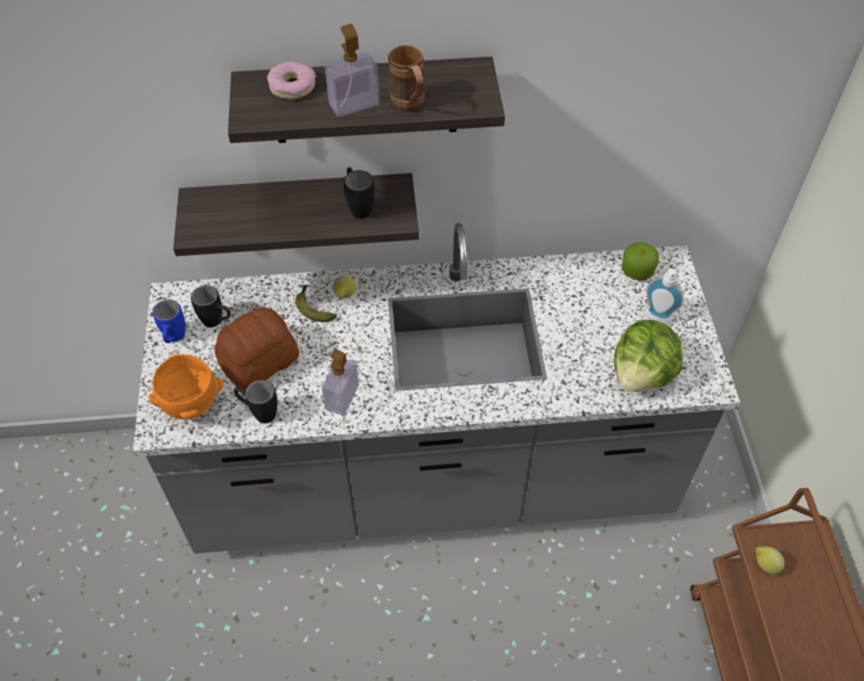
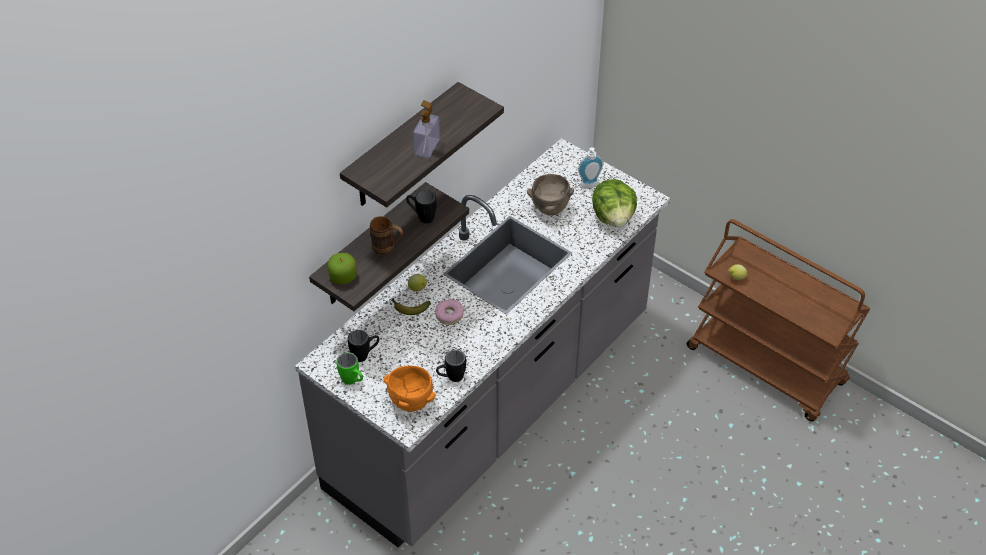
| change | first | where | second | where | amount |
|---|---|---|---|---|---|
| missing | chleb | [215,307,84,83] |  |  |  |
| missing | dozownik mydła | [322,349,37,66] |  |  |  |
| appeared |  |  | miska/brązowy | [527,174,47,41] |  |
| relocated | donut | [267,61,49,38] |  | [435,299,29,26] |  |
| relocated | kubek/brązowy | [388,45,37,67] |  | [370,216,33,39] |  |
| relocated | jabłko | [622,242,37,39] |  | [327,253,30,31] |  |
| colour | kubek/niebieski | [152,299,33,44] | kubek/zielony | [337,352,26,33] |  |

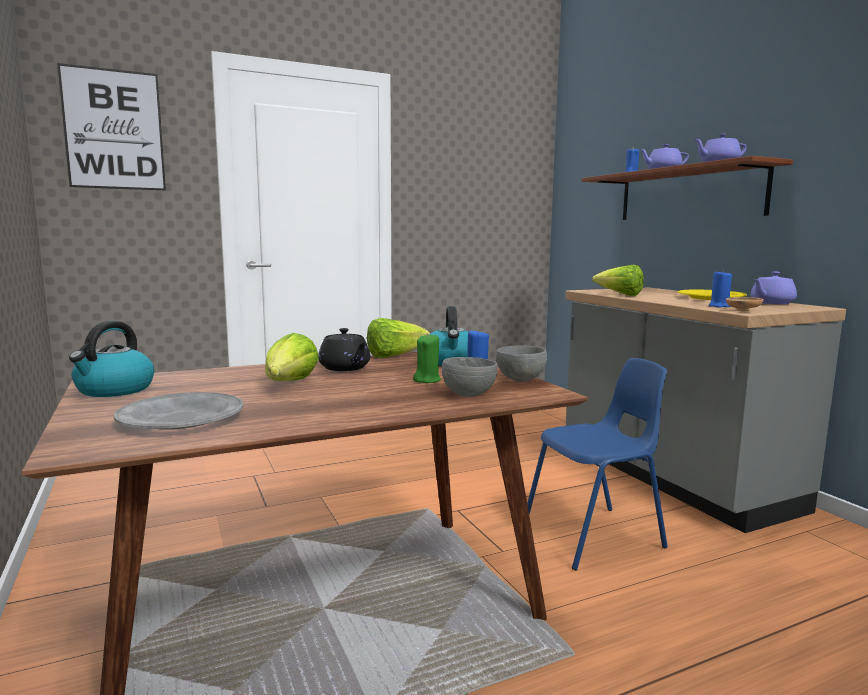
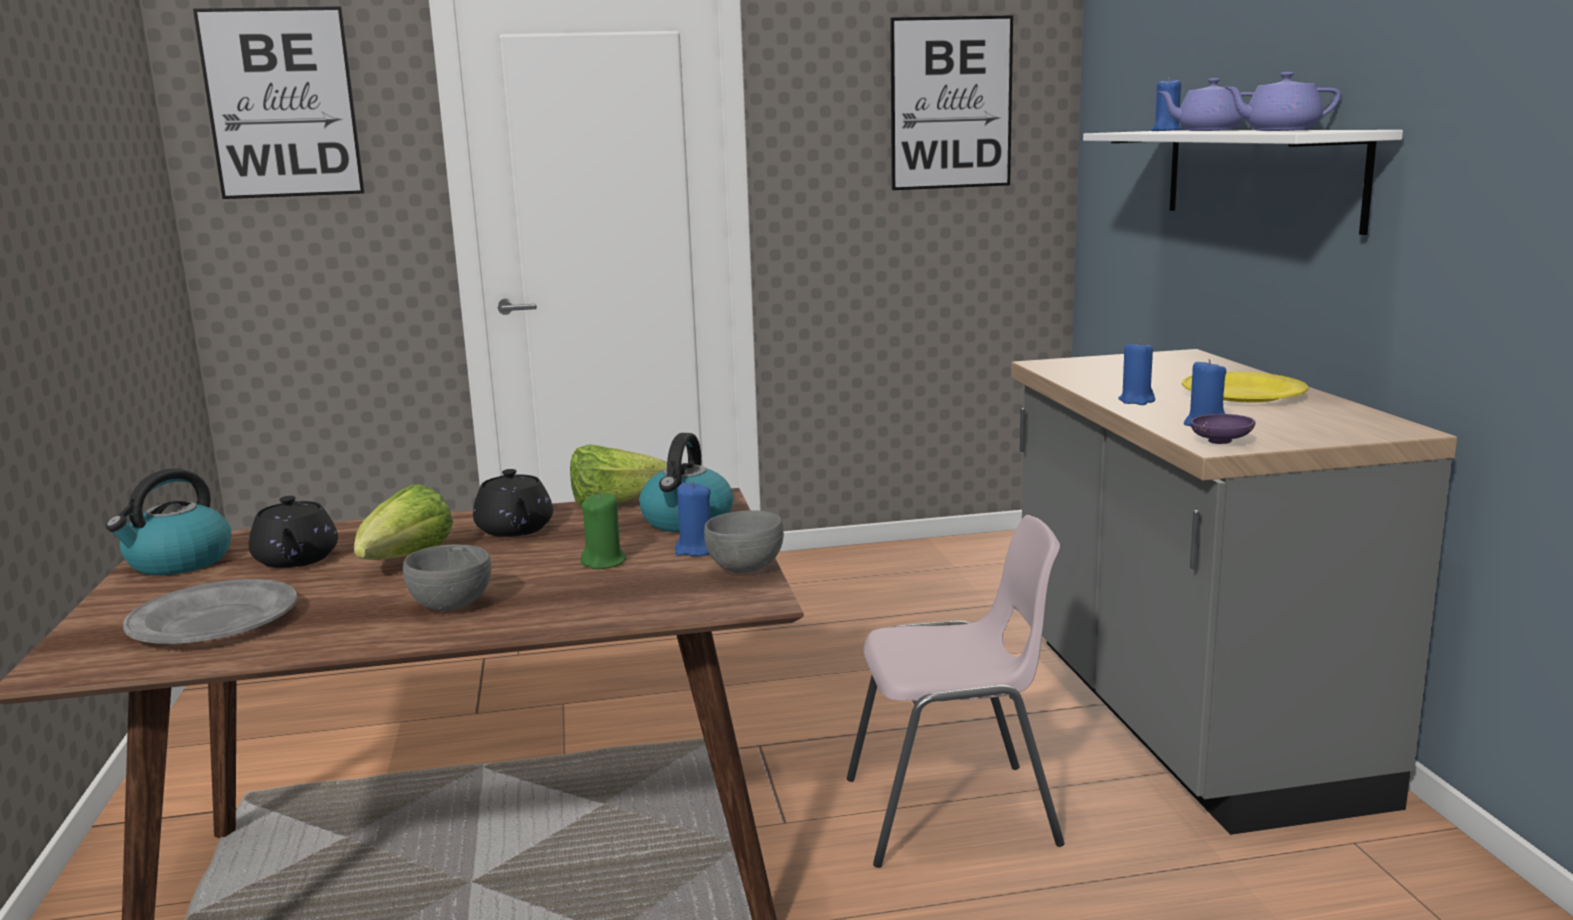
| change | first | where | second | where | amount |
|---|---|---|---|---|---|
| missing | sałata | [592,265,52,31] |  |  |  |
| missing | imbryk/fioletowy | [751,272,46,32] |  |  |  |
| appeared |  |  | imbryk/czarny | [249,496,89,72] |  |
| appeared |  |  | obraz | [890,15,123,175] |  |
| appeared |  |  | świeca/niebieski | [1118,340,37,65] |  |
| relocated | miska/szary | [442,357,56,40] |  | [403,545,88,66] |  |
| colour | krzesło/niebieski | [527,358,141,212] | krzesło/różowy | [847,515,217,353] |  |
| colour | półka/brązowy | [581,156,212,64] | półka/biały | [1083,130,320,105] |  |
| colour | miska/brązowy | [726,297,38,14] | miska/fioletowy | [1190,414,65,30] |  |

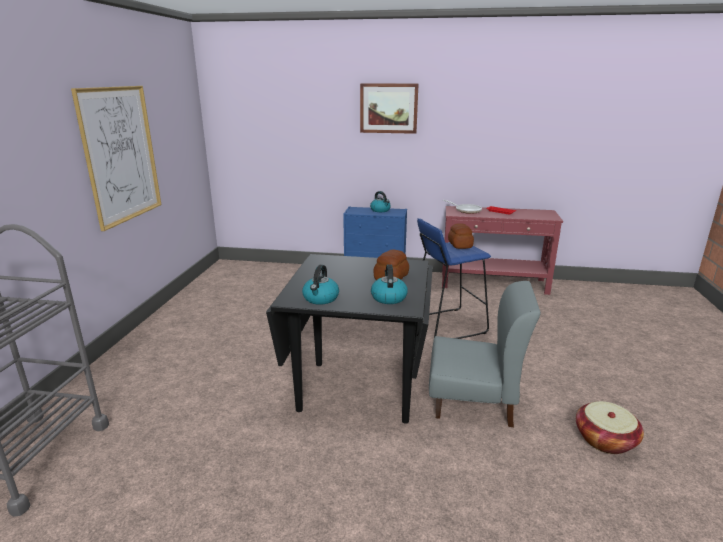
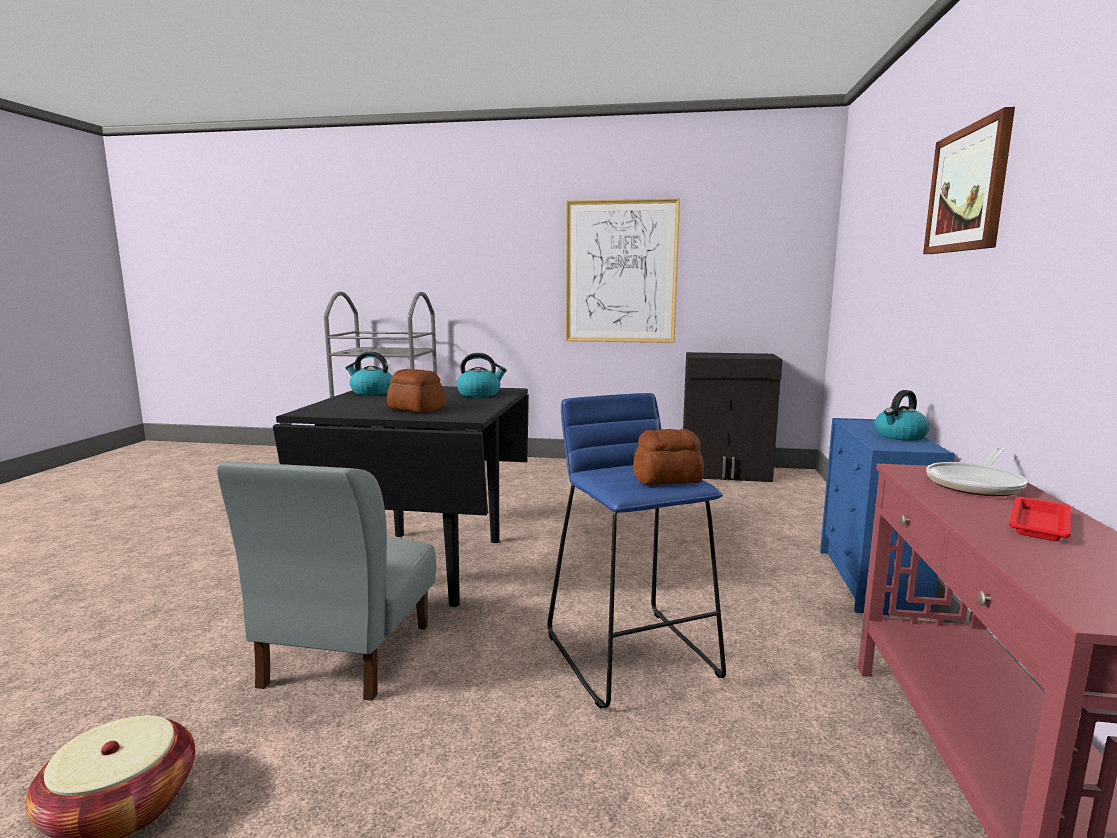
| change | first | where | second | where | amount |
|---|---|---|---|---|---|
| appeared |  |  | szafka/czarny | [683,352,100,130] |  |
| relocated | czajnik | [371,264,37,40] |  | [457,353,50,44] |  |

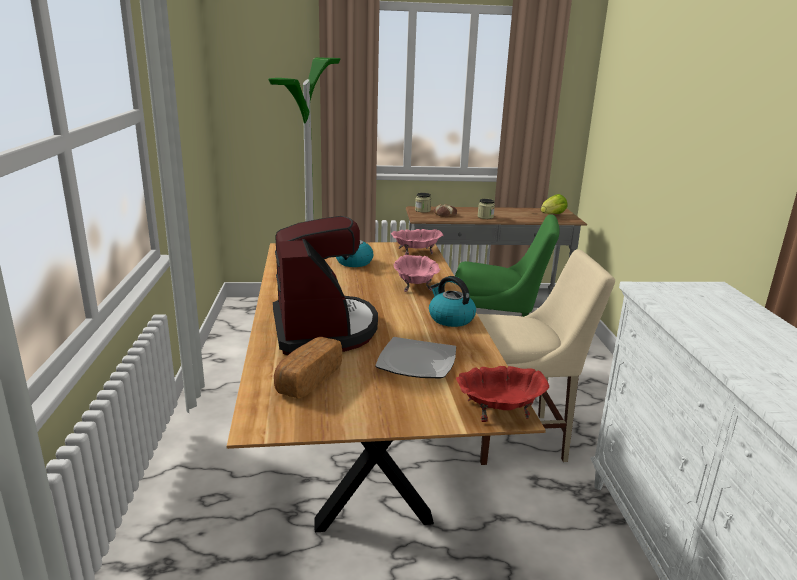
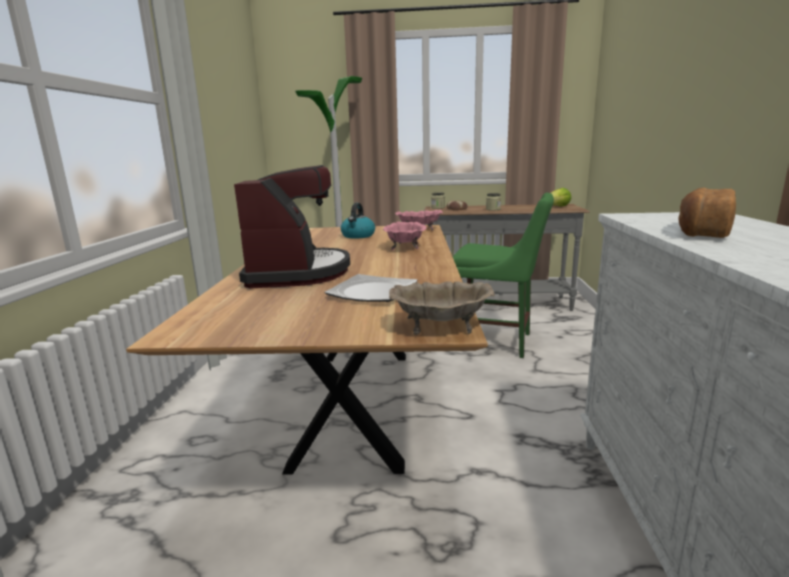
| change | first | where | second | where | amount |
|---|---|---|---|---|---|
| missing | czajnik | [429,276,47,51] |  |  |  |
| missing | krzesło/beżowy | [477,250,138,215] |  |  |  |
| relocated | chleb | [274,337,68,62] |  | [678,188,58,50] |  |
| colour | miska/czerwony | [456,366,93,56] | miska/beżowy | [389,282,106,53] |  |

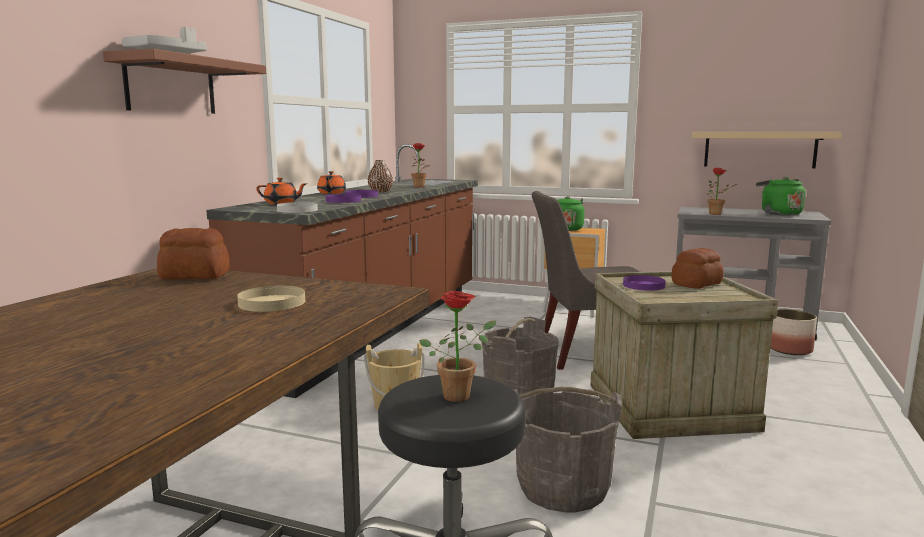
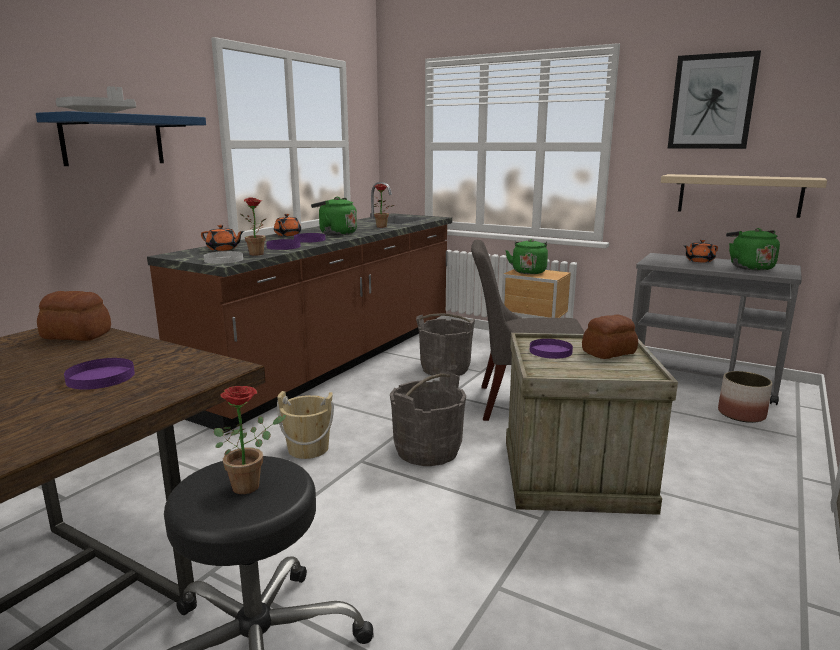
| change | first | where | second | where | amount |
|---|---|---|---|---|---|
| appeared |  |  | obraz | [668,50,93,99] |  |
| appeared |  |  | imbryk/pomarańczowy | [684,240,34,23] |  |
| relocated | wiadro/szary | [513,387,109,126] |  | [416,313,59,63] |  |
| relocated | roślina doniczkowa | [707,168,30,47] |  | [239,198,27,57] |  |
| exchanged | wazon/brązowy | [368,160,25,32] | czajnik/zielony | [311,197,46,38] |  |
| colour | półka/brązowy | [103,49,163,65] | półka/niebieski | [36,111,170,55] |  |
| colour | talerz/beżowy | [237,286,68,26] | talerz/fioletowy | [64,358,71,32] |  |

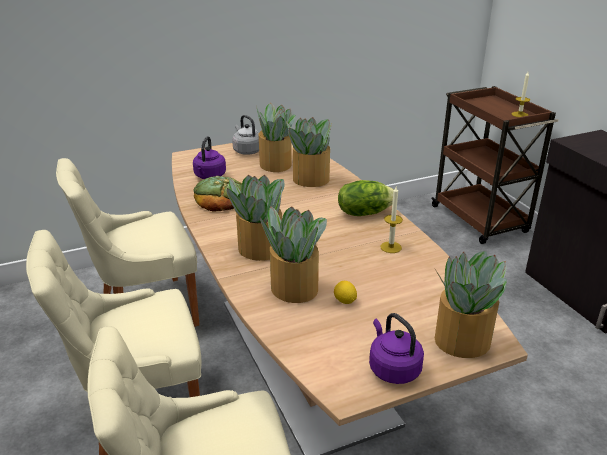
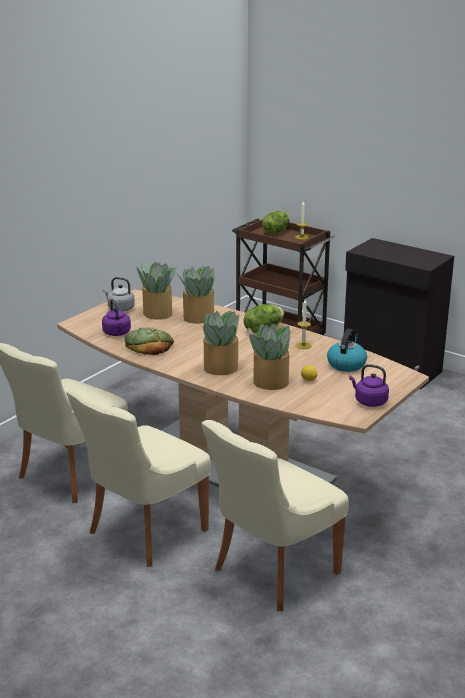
| change | first | where | second | where | amount |
|---|---|---|---|---|---|
| missing | roślina doniczkowa | [435,251,72,107] |  |  |  |
| appeared |  |  | sałata | [262,211,28,23] |  |
| appeared |  |  | czajnik | [327,329,40,43] |  |

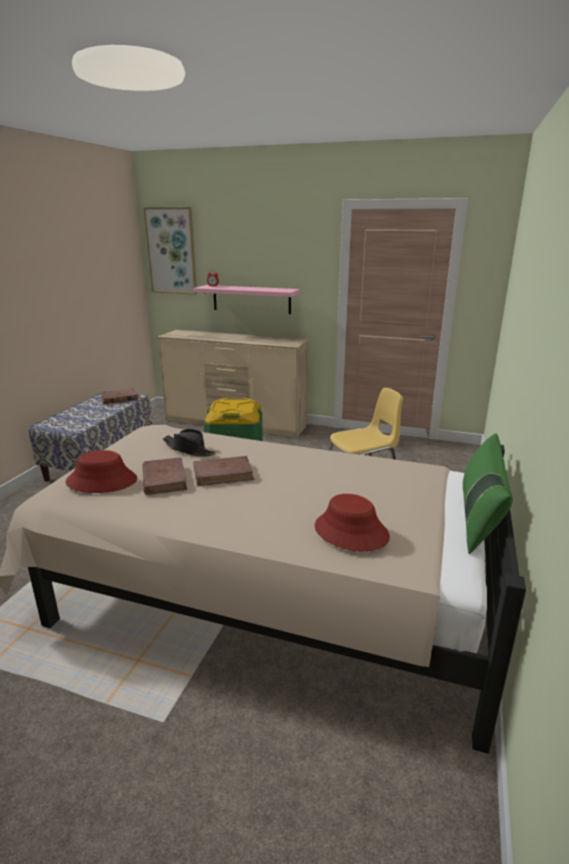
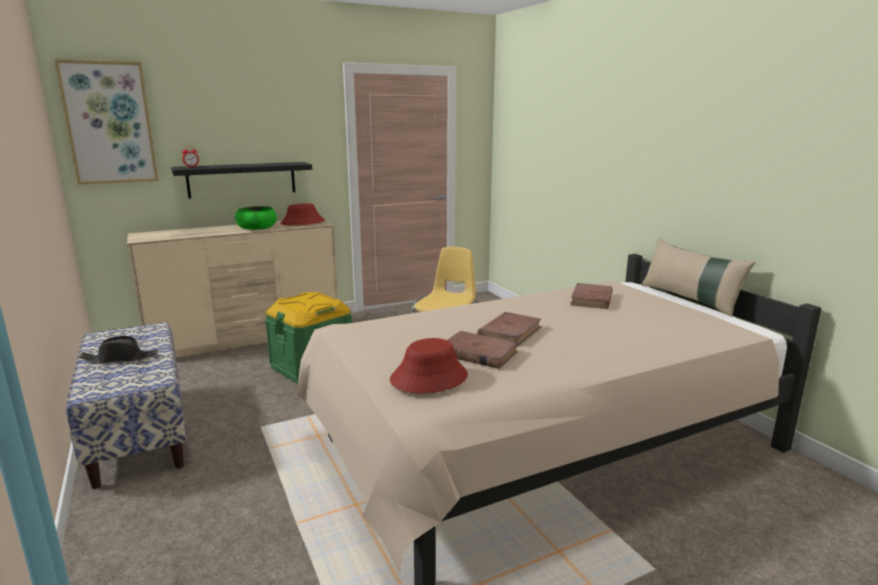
| change | first | where | second | where | amount |
|---|---|---|---|---|---|
| appeared |  |  | miska/zielony | [235,206,42,24] |  |
| relocated | książka/brązowy | [100,388,38,16] |  | [570,283,43,26] |  |
| relocated | kapelusz/czarny | [163,429,53,28] |  | [79,336,79,28] |  |
| relocated | kapelusz/czerwony | [315,494,75,57] |  | [280,203,45,22] |  |
| colour | półka/różowy | [193,285,107,29] | półka/czarny | [171,162,141,37] |  |
| colour | poduszka/zielony | [463,433,50,121] | poduszka/beżowy | [642,238,114,79] |  |

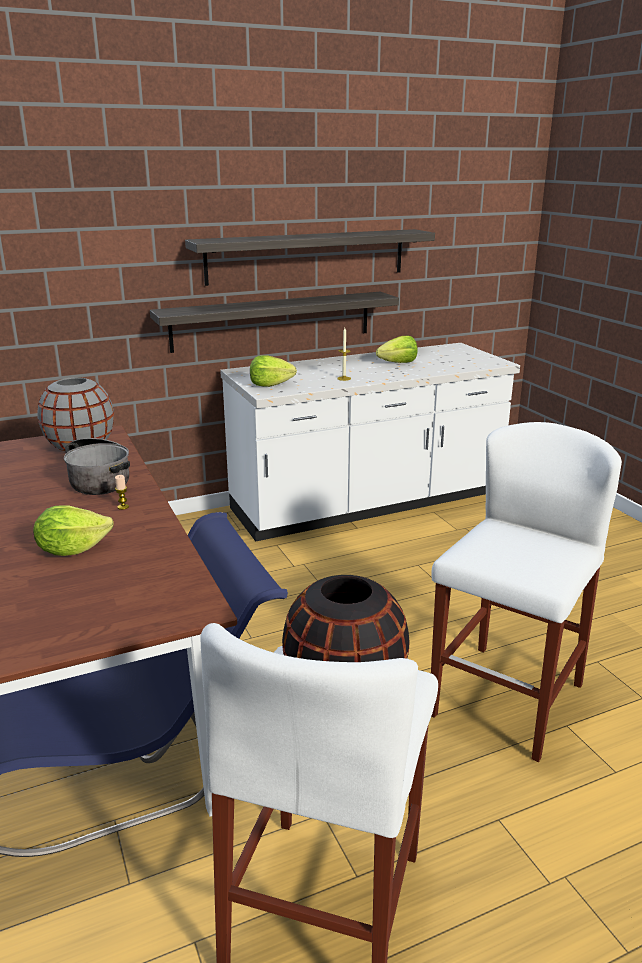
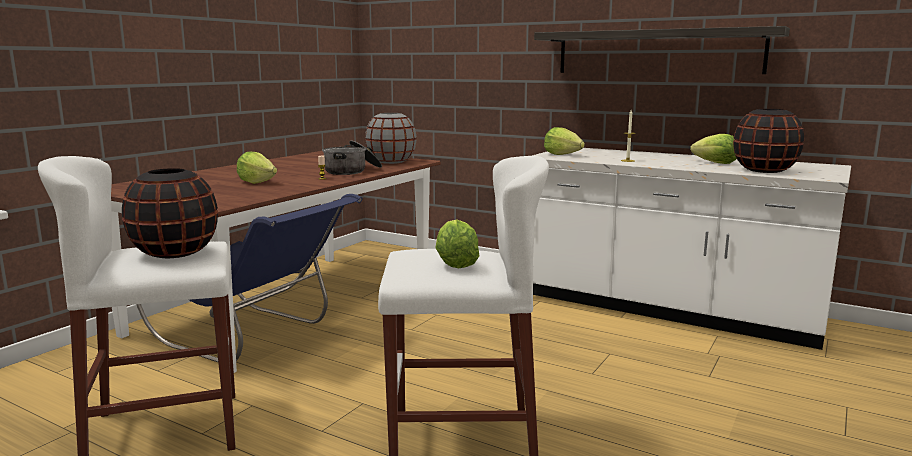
| change | first | where | second | where | amount |
|---|---|---|---|---|---|
| missing | półka | [150,292,249,61] |  |  |  |
| appeared |  |  | sałata | [435,219,44,49] |  |
| appeared |  |  | wazon/czarny | [733,109,71,64] |  |

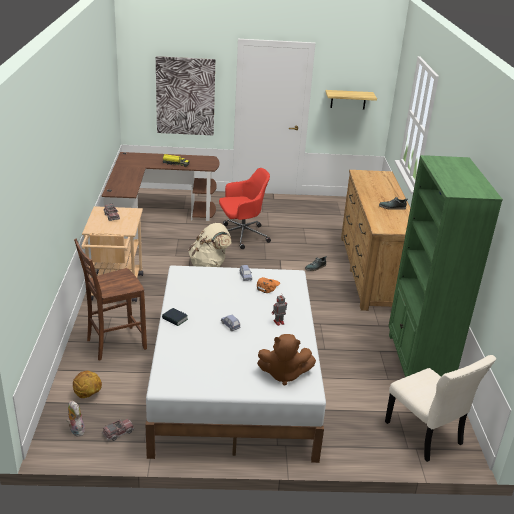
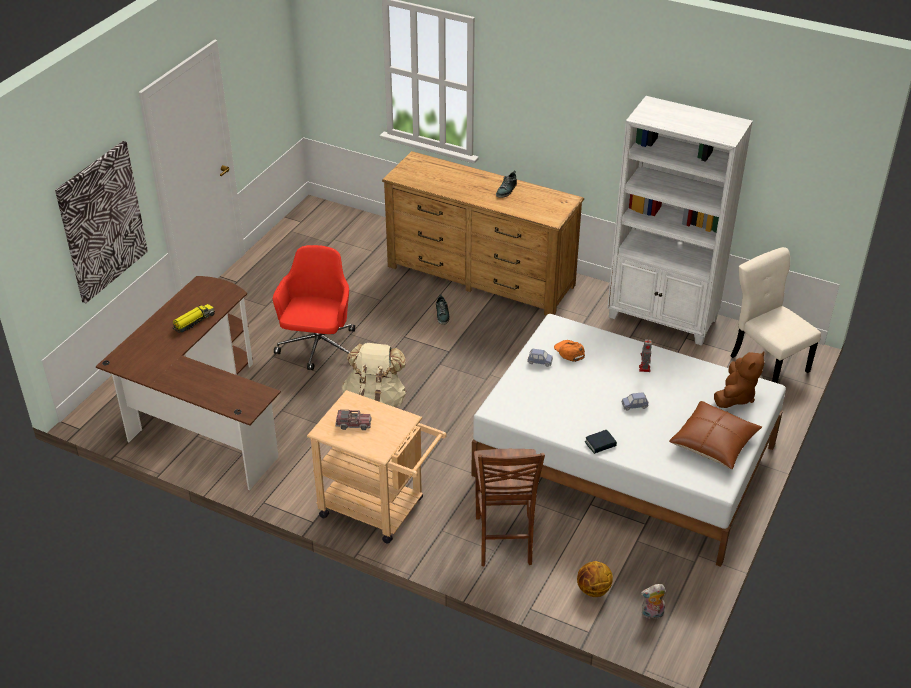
| change | first | where | second | where | amount |
|---|---|---|---|---|---|
| missing | ciężarówka zabawkowa | [102,419,32,22] |  |  |  |
| missing | półka | [325,90,52,20] |  |  |  |
| appeared |  |  | poduszka/brązowy | [669,401,93,68] |  |
| colour | regał/zielony | [388,155,115,222] | regał/biały | [607,96,146,250] |  |
| spun | krzesło/beżowy | [385,355,111,107] |  | [731,247,90,136] | 120 degrees counterclockwise |

